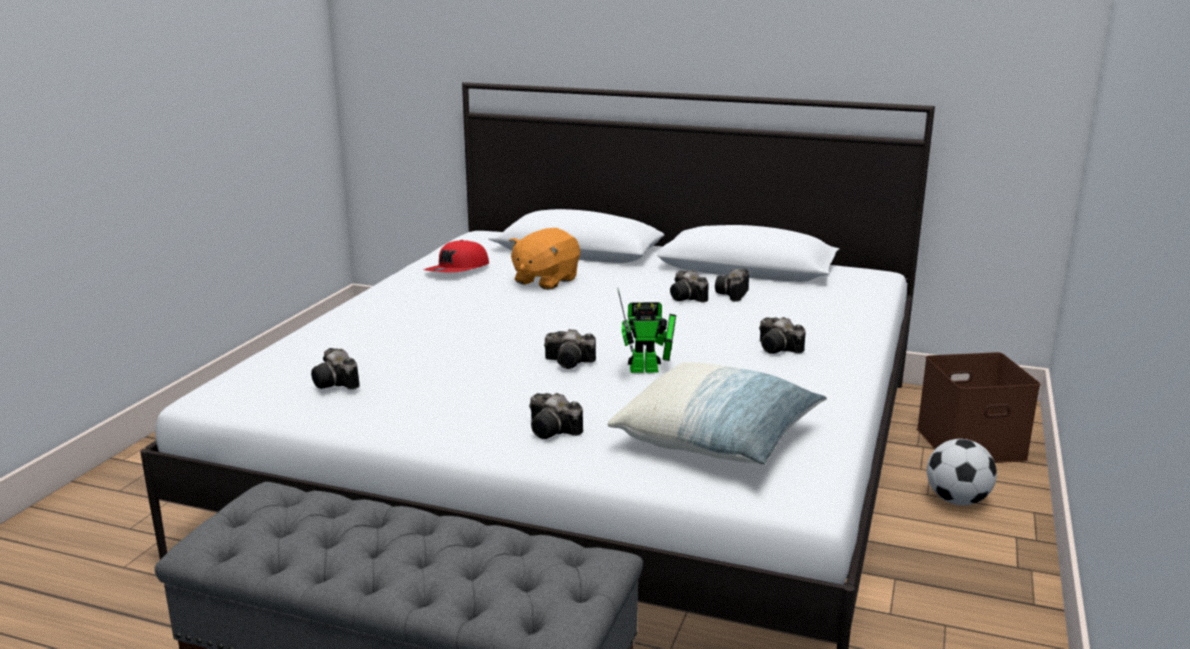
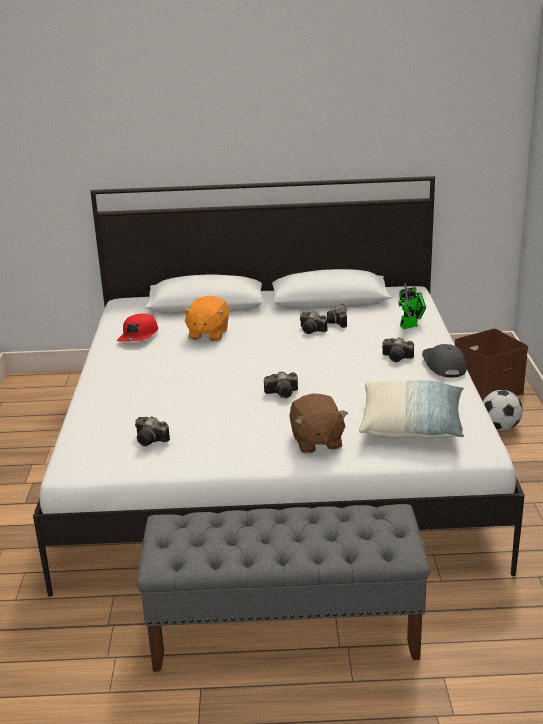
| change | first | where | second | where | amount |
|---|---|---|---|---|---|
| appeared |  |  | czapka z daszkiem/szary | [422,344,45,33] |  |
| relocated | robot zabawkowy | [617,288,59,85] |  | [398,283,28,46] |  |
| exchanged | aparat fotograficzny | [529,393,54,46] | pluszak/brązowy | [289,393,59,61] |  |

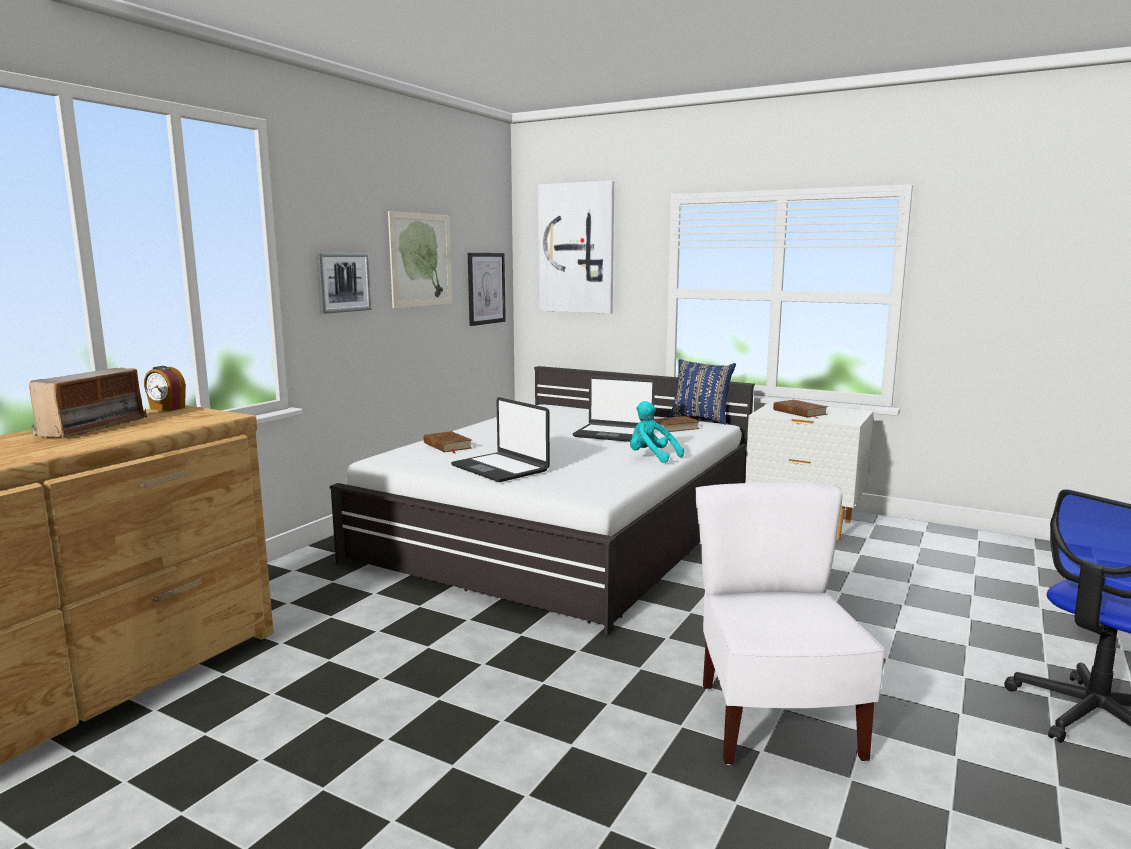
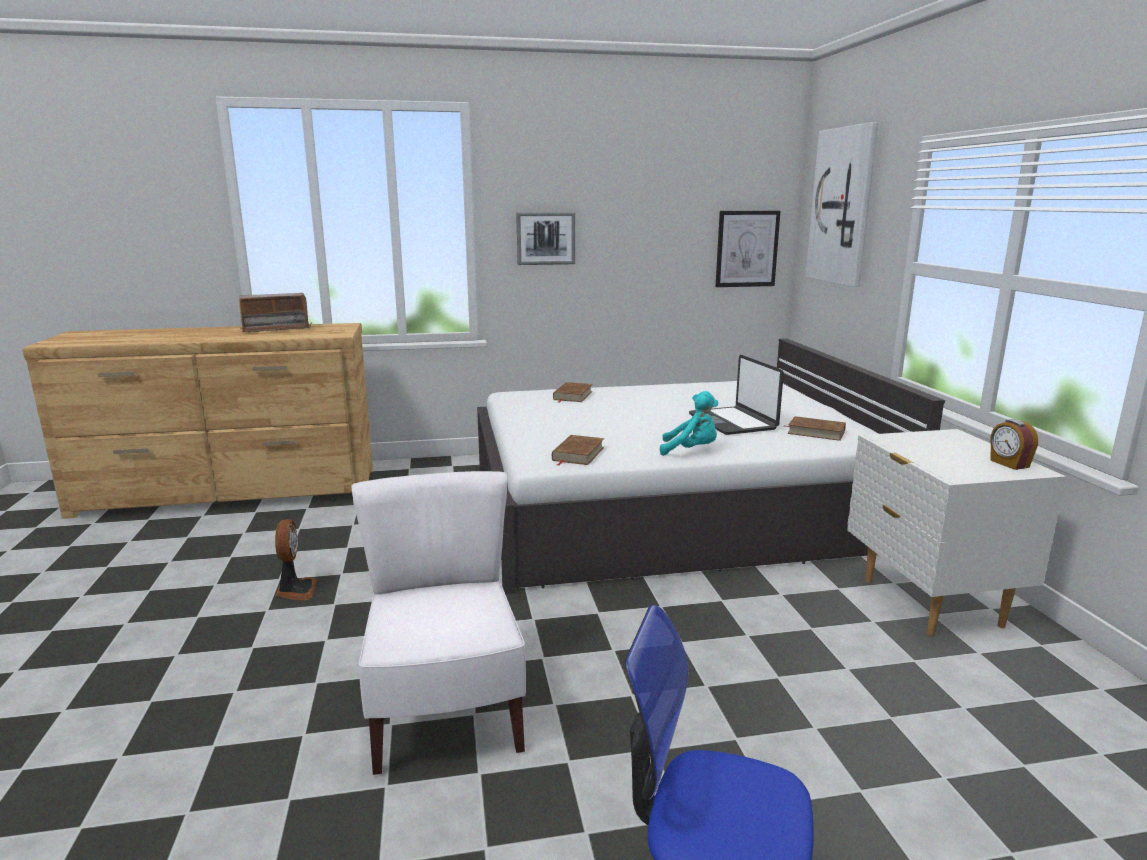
| change | first | where | second | where | amount |
|---|---|---|---|---|---|
| missing | obraz | [388,211,64,98] |  |  |  |
| missing | laptop | [451,397,99,85] |  |  |  |
| missing | poduszka/niebieski | [668,359,68,65] |  |  |  |
| appeared |  |  | wentylator | [275,519,42,82] |  |
| relocated | budzik | [144,366,42,45] |  | [990,419,48,51] |  |
| relocated | książka/brązowy | [773,400,55,18] |  | [552,435,52,31] |  |
| spun | pluszak/turkusowy | [630,401,54,62] |  | [660,391,58,65] | 105 degrees clockwise |
| spun | krzesło/biały | [696,483,188,282] |  | [351,471,175,304] | 60 degrees counterclockwise |

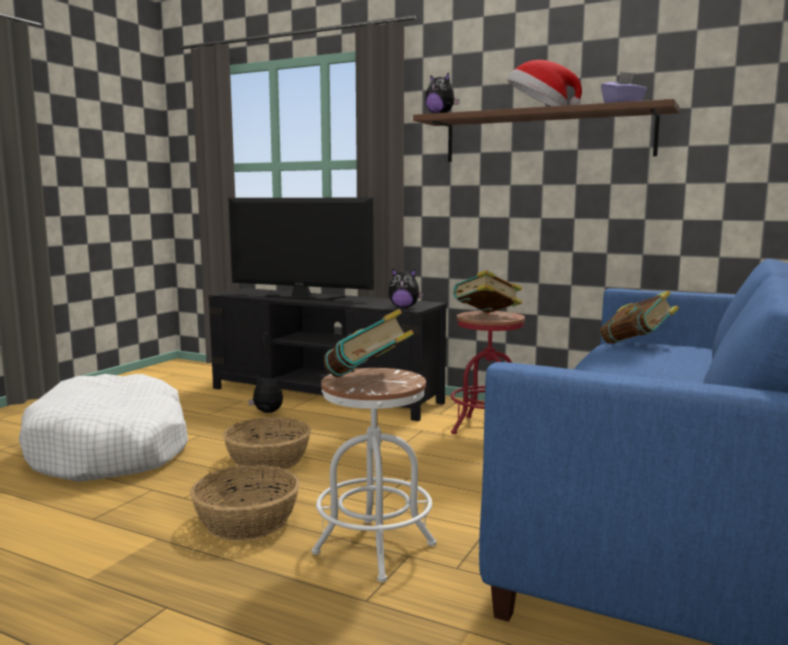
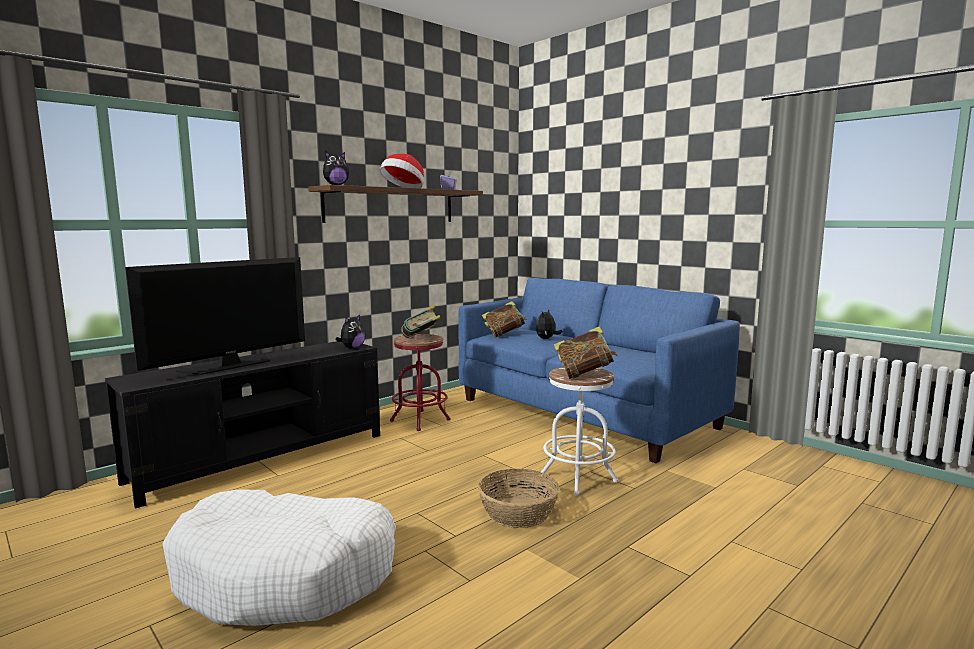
| change | first | where | second | where | amount |
|---|---|---|---|---|---|
| missing | koszyk | [223,417,88,55] |  |  |  |
| relocated | pluszak | [248,375,35,38] |  | [536,309,26,30] |  |

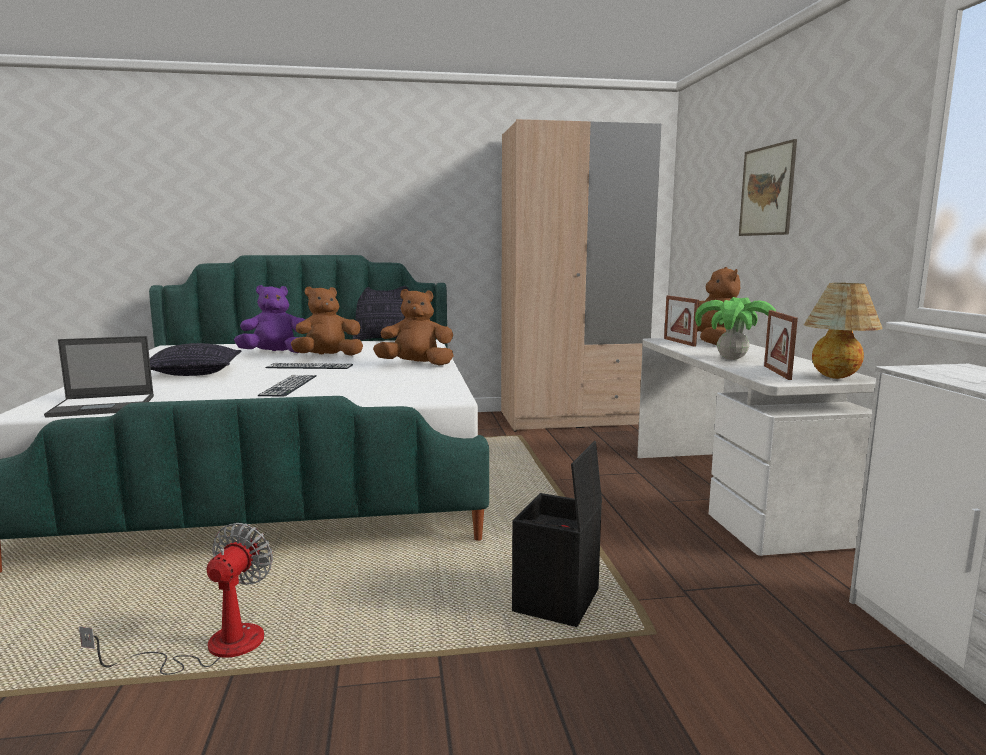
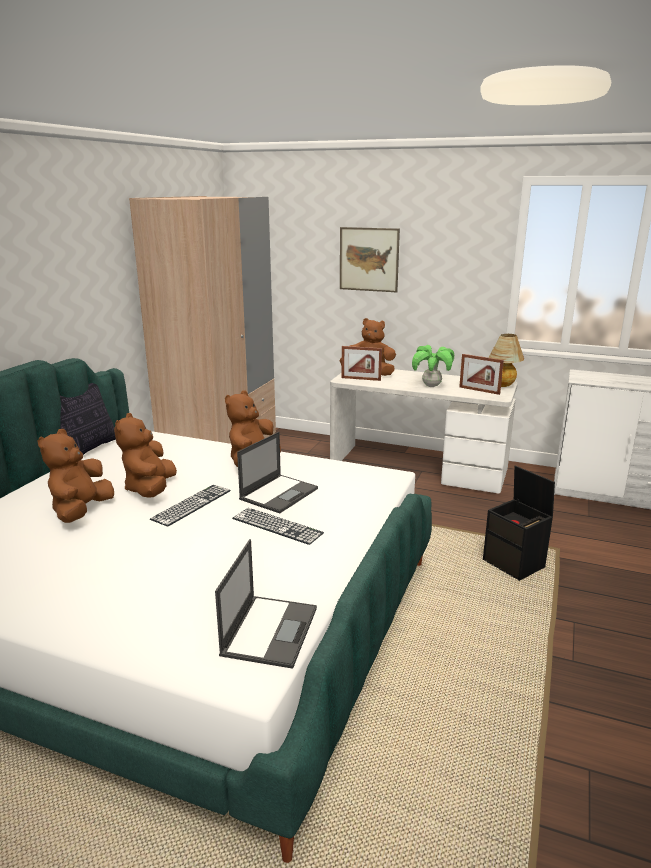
| change | first | where | second | where | amount |
|---|---|---|---|---|---|
| missing | wentylator | [79,523,194,152] |  |  |  |
| missing | poduszka | [150,343,91,33] |  |  |  |
| appeared |  |  | laptop | [237,432,81,81] |  |
| colour | pluszak/fioletowy | [234,285,71,68] | pluszak/brązowy | [38,429,76,94] |  |

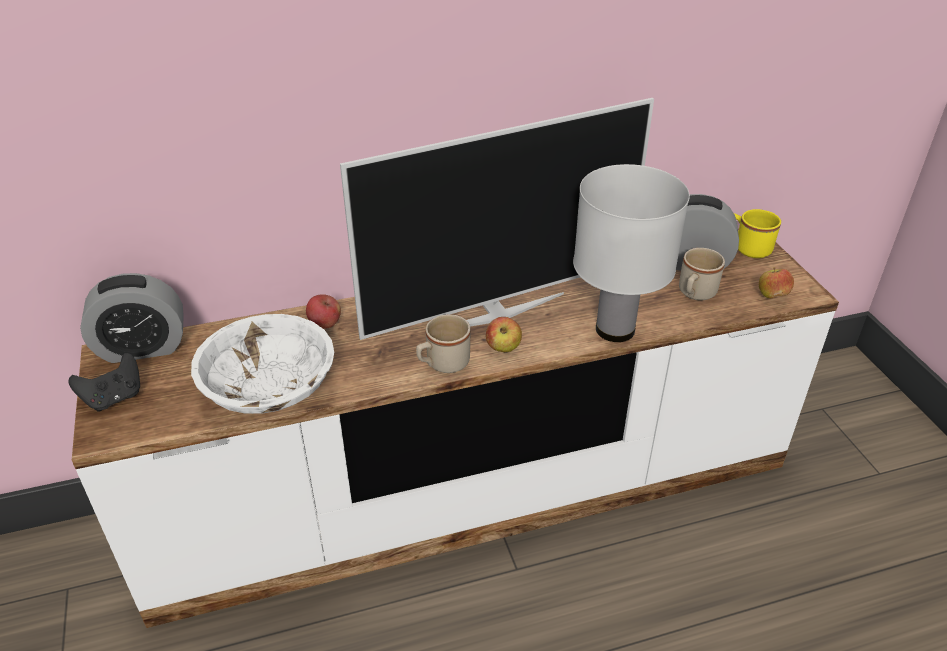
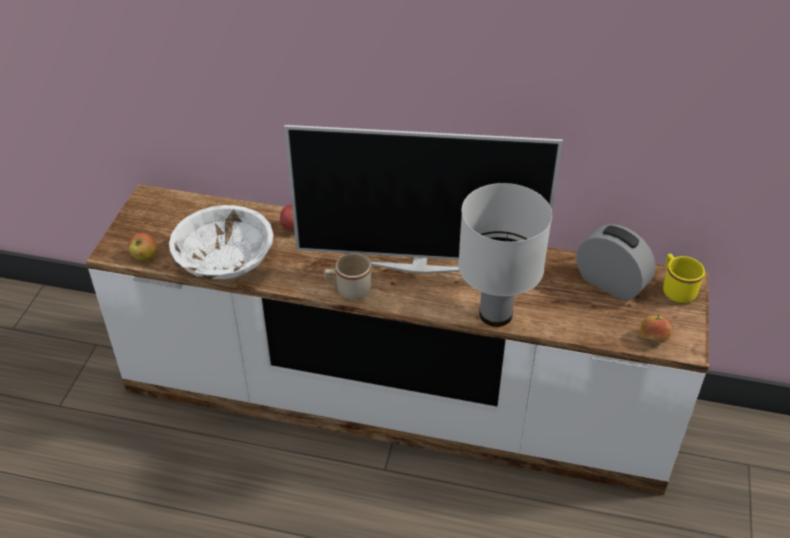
| change | first | where | second | where | amount |
|---|---|---|---|---|---|
| missing | pad do gier/czarny | [68,353,72,59] |  |  |  |
| missing | budzik | [80,273,104,90] |  |  |  |
| missing | kubek/beżowy | [679,248,46,52] |  |  |  |
| relocated | jabłko | [486,317,36,35] |  | [128,233,29,28] |  |

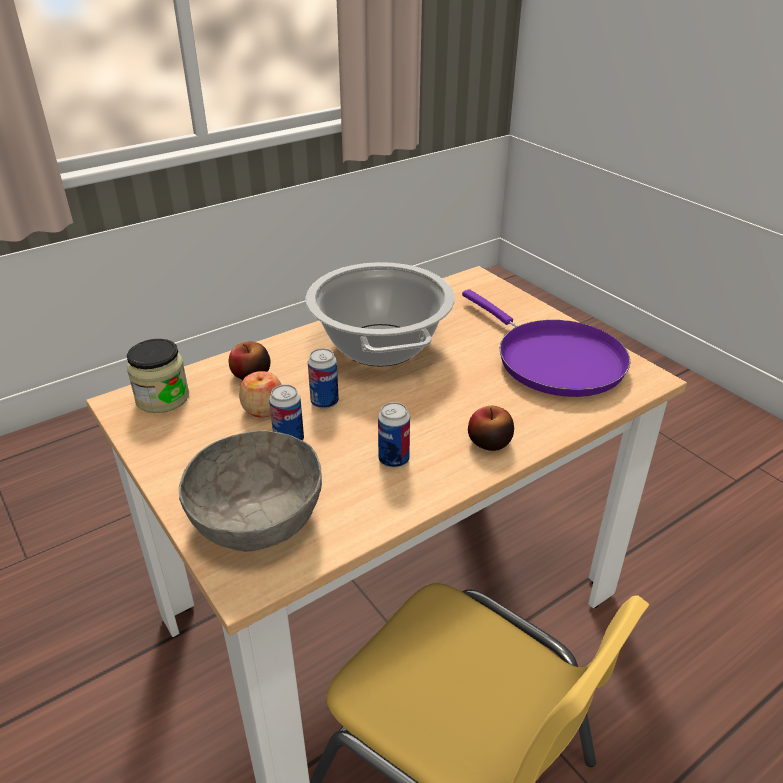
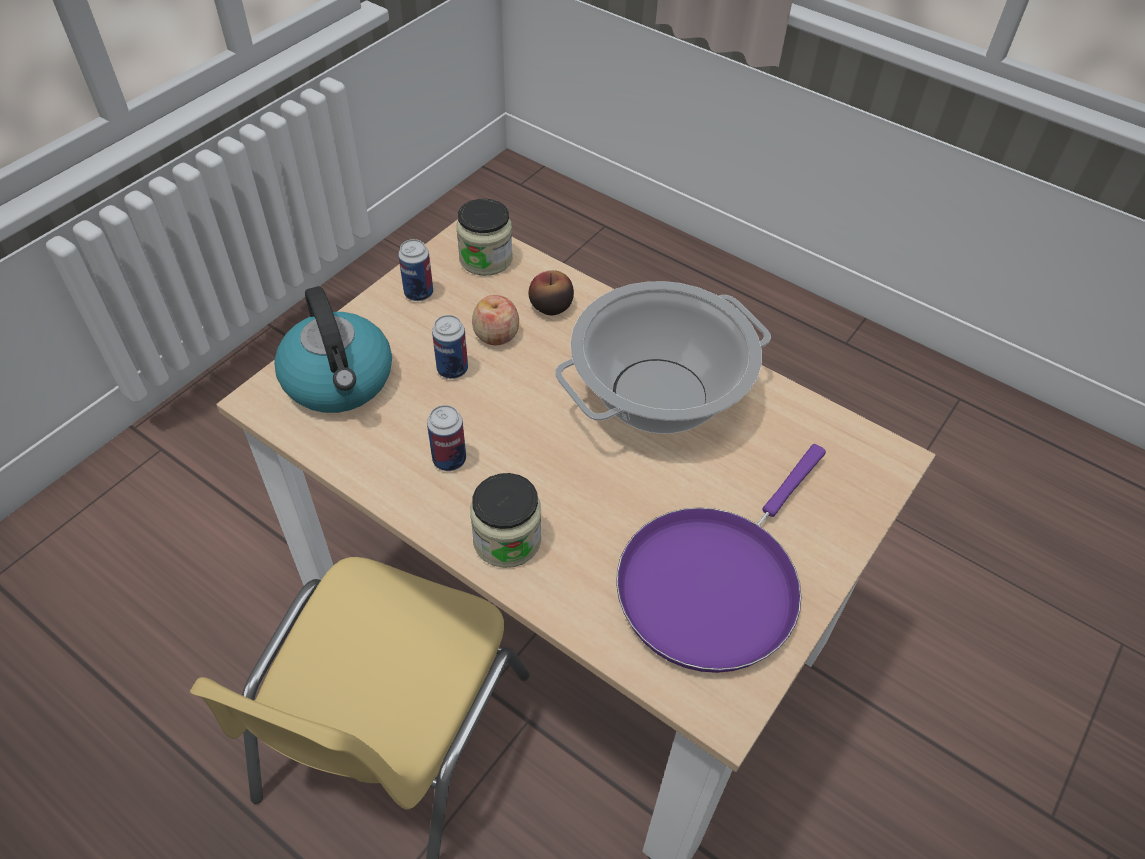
| change | first | where | second | where | amount |
|---|---|---|---|---|---|
| relocated | puszka | [308,348,31,61] |  | [398,239,35,62] |  |
| exchanged | miska/szary | [179,430,143,122] | czajnik | [274,286,118,127] |  |
| exchanged | jabłko | [468,406,46,45] | słoik | [470,473,71,95] |  |

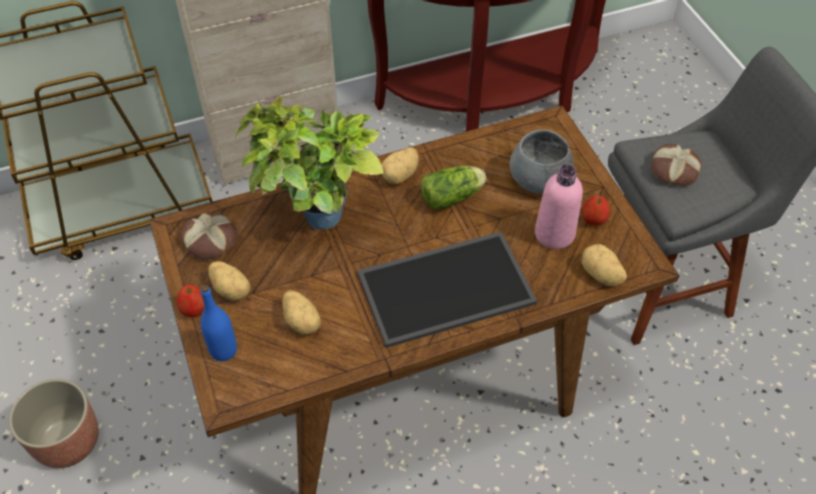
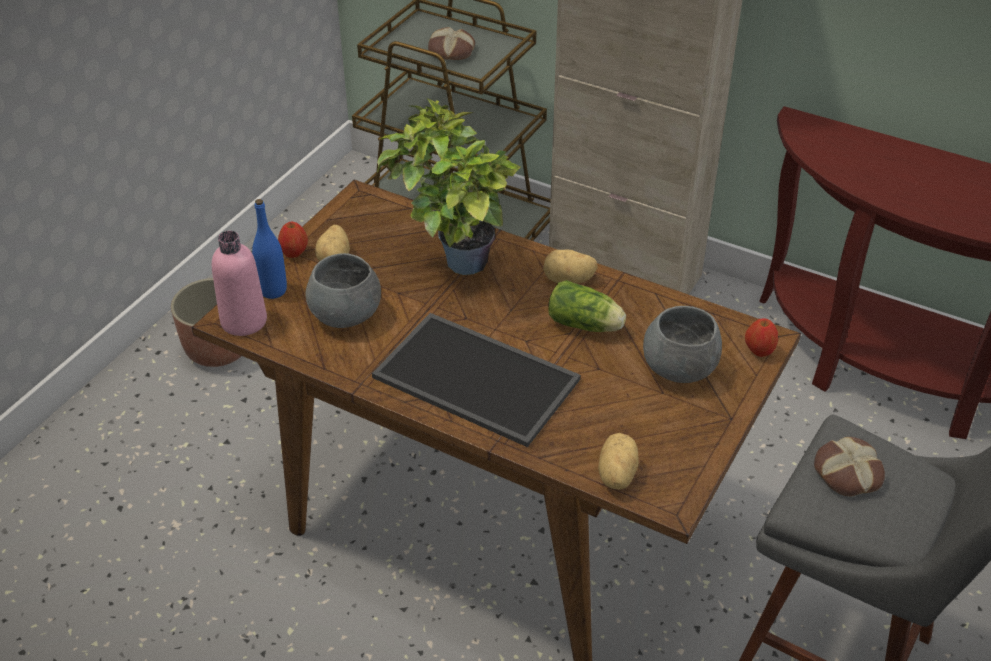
| change | first | where | second | where | amount |
|---|---|---|---|---|---|
| relocated | chleb | [180,212,58,48] |  | [428,27,47,33] |  |
| relocated | butelka/różowy | [535,164,48,85] |  | [212,231,55,105] |  |
| relocated | jabłko | [582,195,28,31] |  | [745,318,33,39] |  |
| exchanged | ziemniak | [282,291,39,43] | miska/szary | [305,253,76,75] |  |

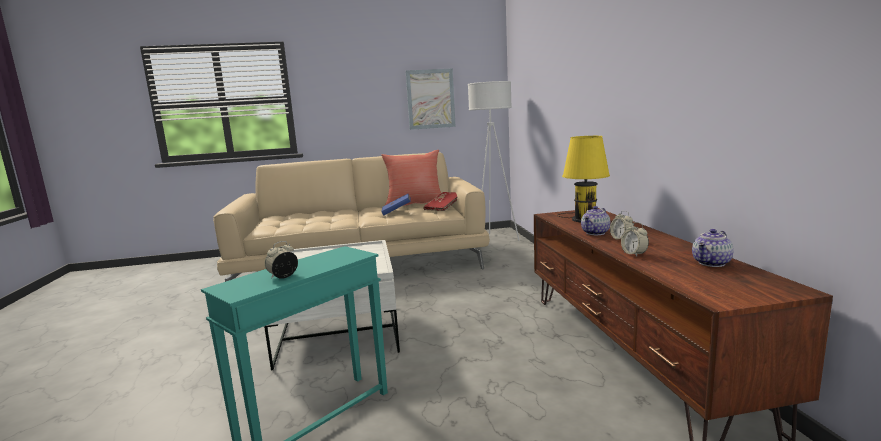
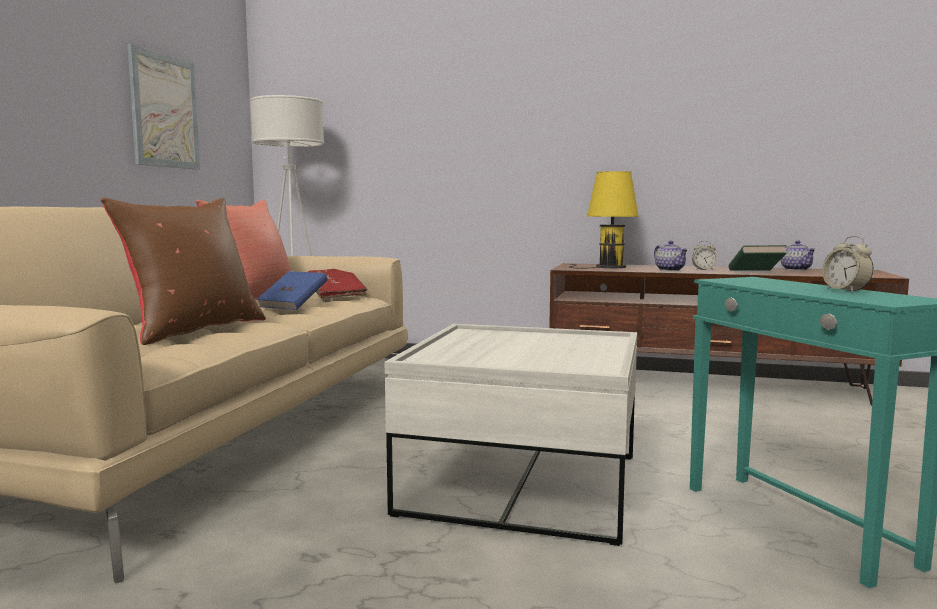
| change | first | where | second | where | amount |
|---|---|---|---|---|---|
| appeared |  |  | poduszka/brązowy | [101,198,165,147] |  |
| exchanged | budzik | [621,222,28,35] | książka/zielony | [728,245,59,26] |  |

